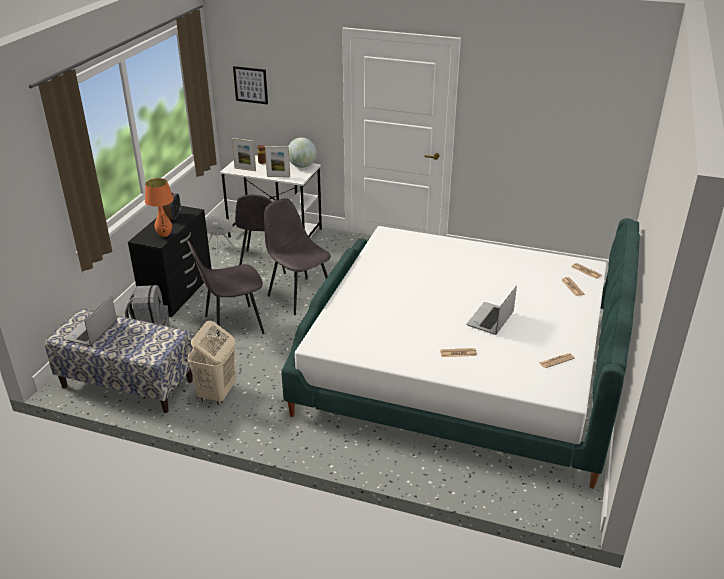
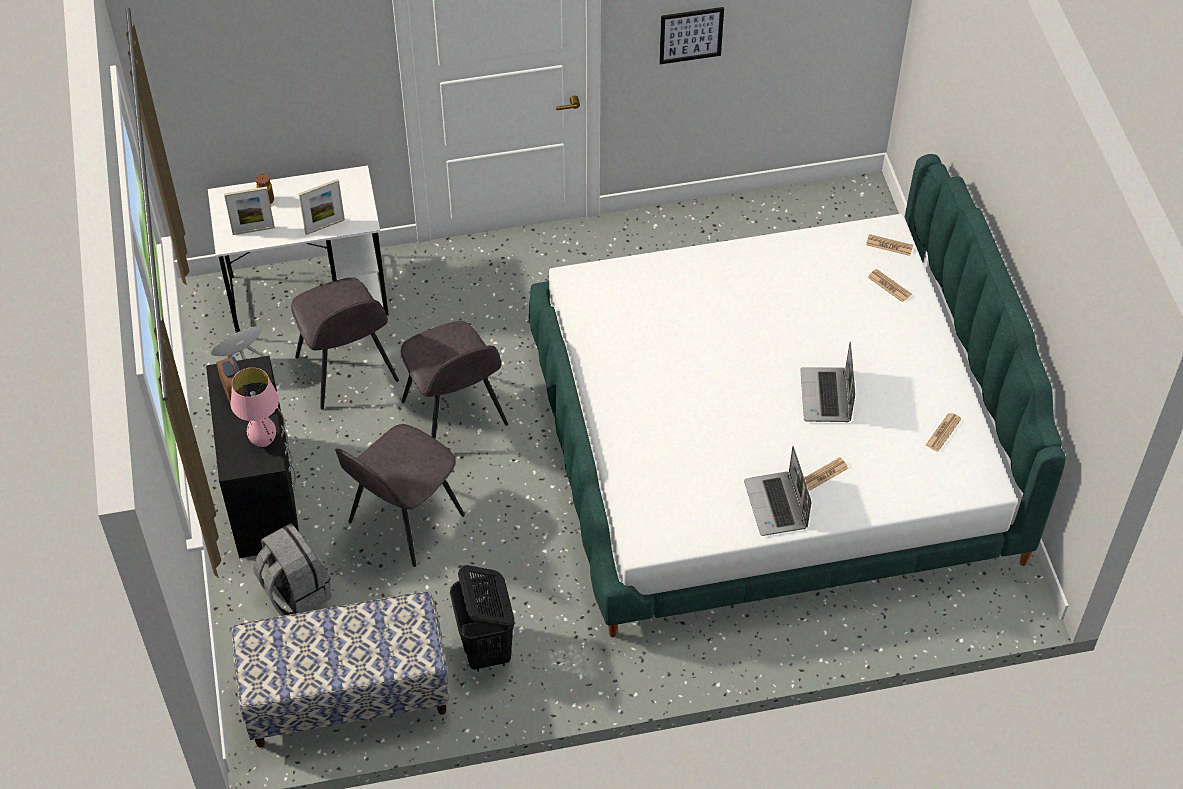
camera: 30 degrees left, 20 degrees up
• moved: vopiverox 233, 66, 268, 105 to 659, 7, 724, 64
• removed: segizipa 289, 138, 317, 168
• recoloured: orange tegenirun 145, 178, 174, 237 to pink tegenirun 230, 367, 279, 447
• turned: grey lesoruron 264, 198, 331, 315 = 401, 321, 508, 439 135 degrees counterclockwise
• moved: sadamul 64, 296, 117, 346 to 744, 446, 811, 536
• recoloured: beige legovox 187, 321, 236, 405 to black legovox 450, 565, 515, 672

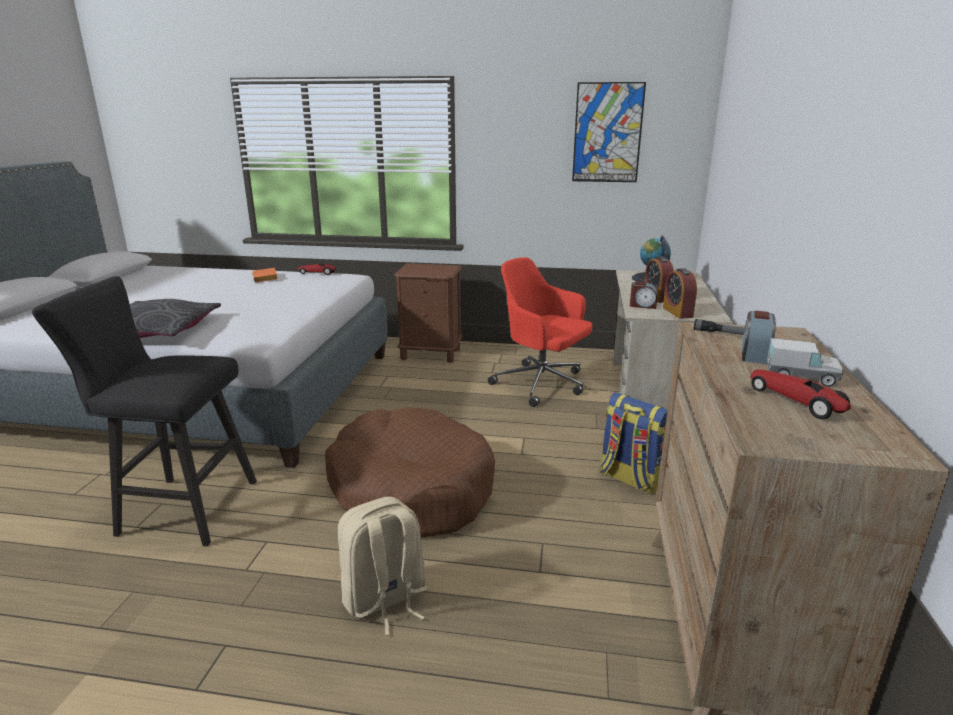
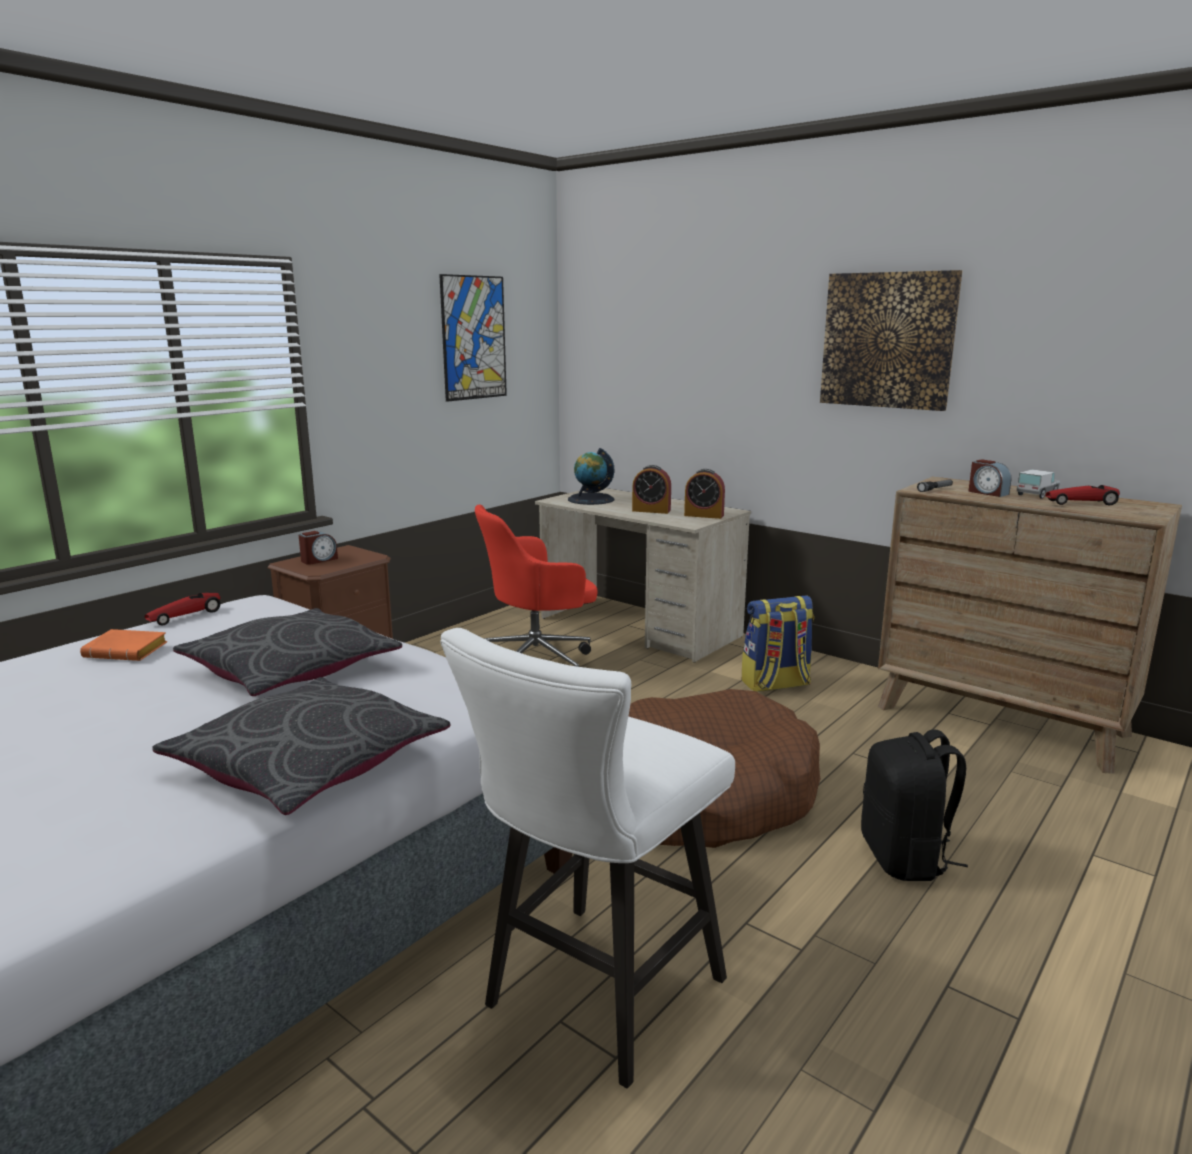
camera: 60 degrees left, 5 degrees down
• recoloured: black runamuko 32, 276, 257, 546 to white runamuko 440, 628, 735, 1088
• moved: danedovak 630, 282, 657, 309 to 299, 531, 338, 565
• recoloured: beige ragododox 338, 497, 427, 636 to black ragododox 861, 730, 968, 881
• added: vopiverox 820, 270, 962, 411
• added: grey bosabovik 173, 608, 402, 696

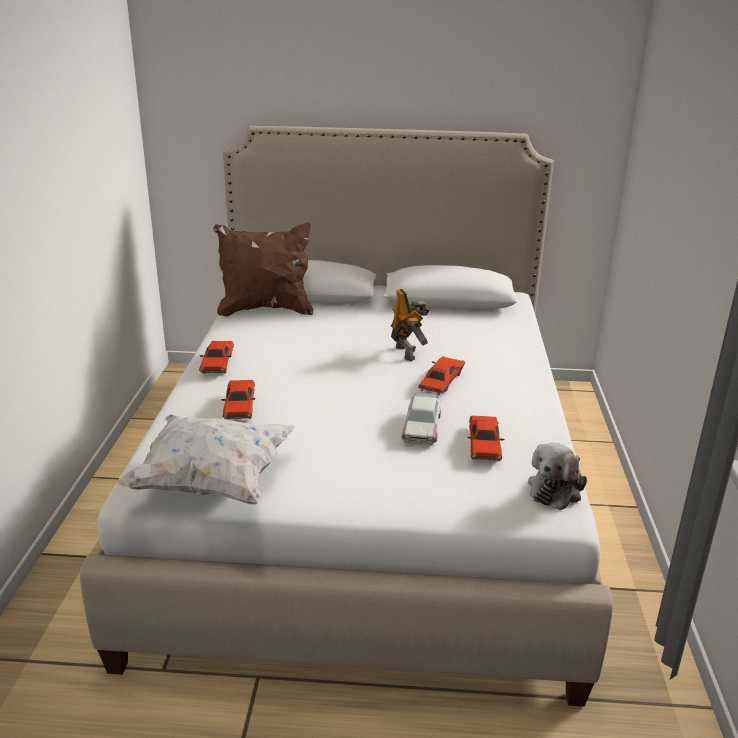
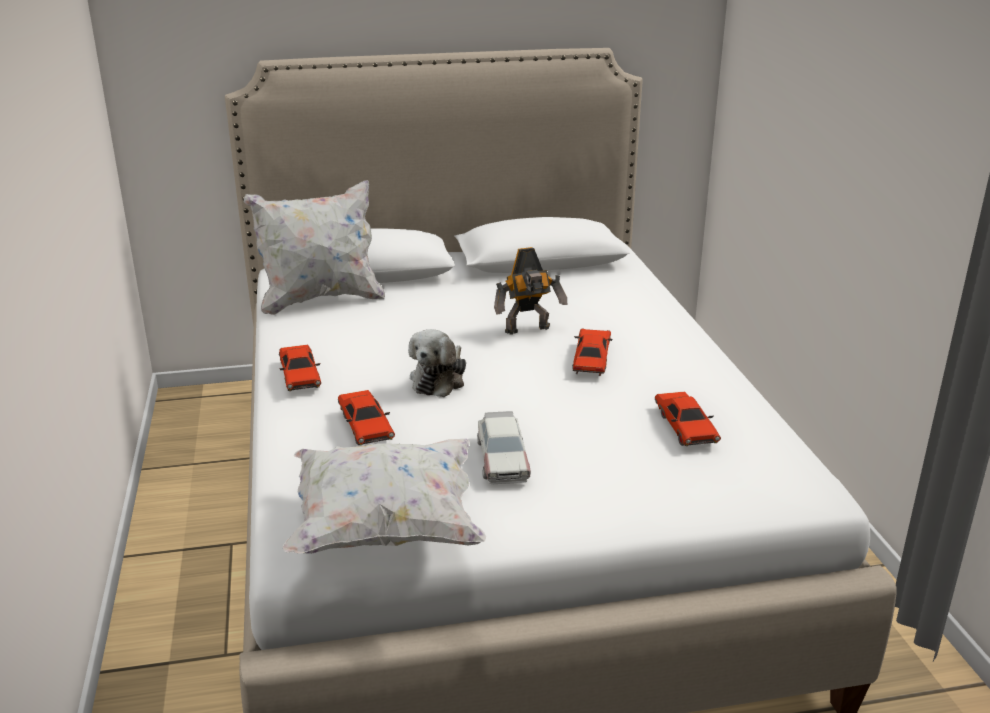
camera: 15 degrees left, 0 degrees up
• recoloured: brown bosabovik 213, 223, 313, 317 to white bosabovik 244, 180, 385, 315
• turned: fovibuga 391, 289, 429, 361 = 494, 247, 567, 335 105 degrees clockwise
• moved: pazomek 401, 392, 441, 446 to 477, 411, 531, 484
• moved: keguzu 528, 443, 587, 510 to 408, 329, 466, 397

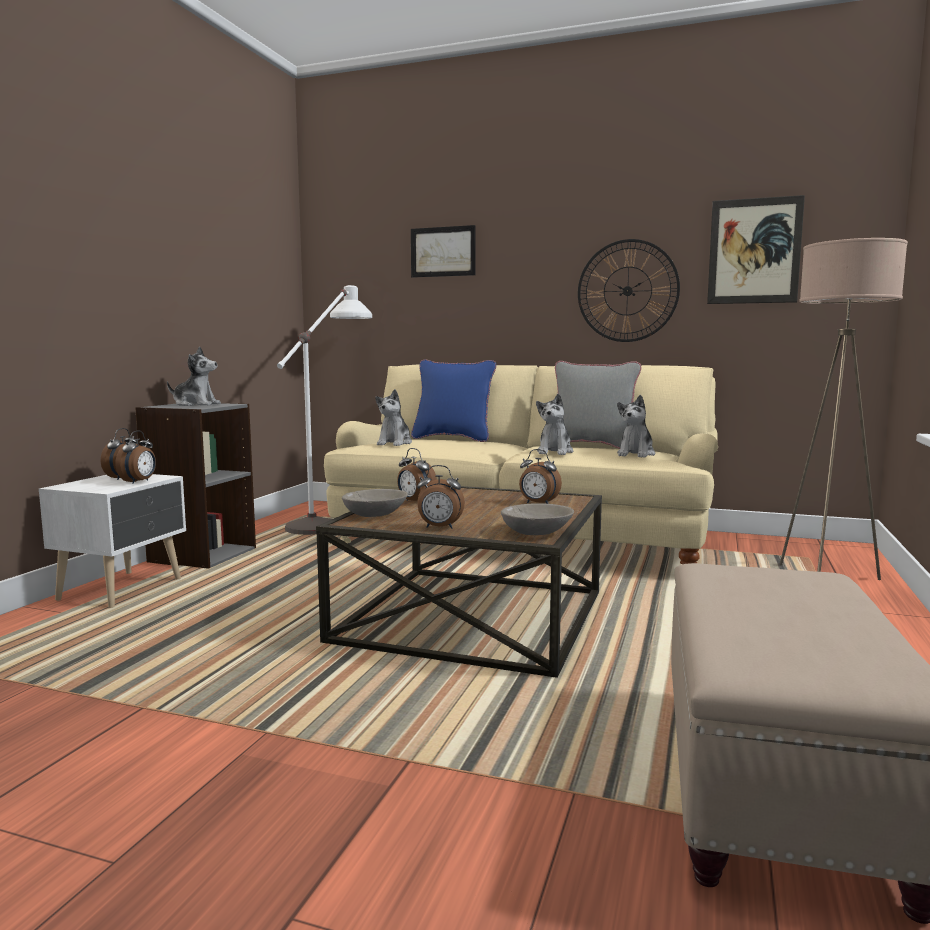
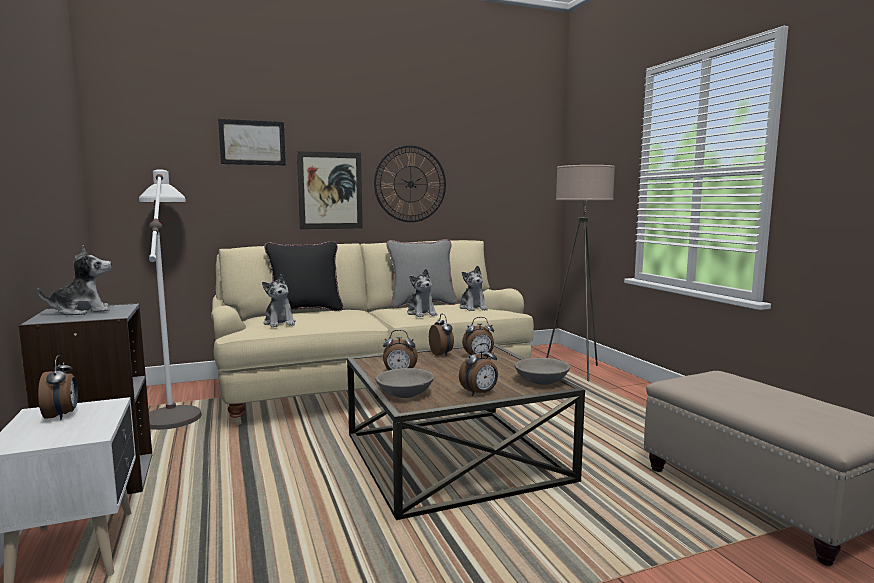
camera: 40 degrees left, 0 degrees up
• moved: vopiverox 707, 195, 805, 304 to 297, 151, 363, 229
• recoloured: blue bosabovik 411, 359, 497, 442 to black bosabovik 265, 241, 343, 311
• moved: danedovak 115, 431, 156, 484 to 429, 314, 454, 356

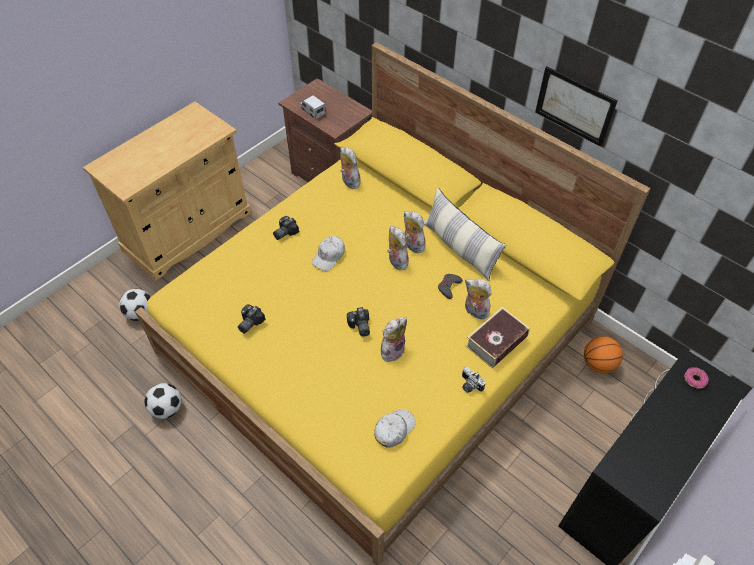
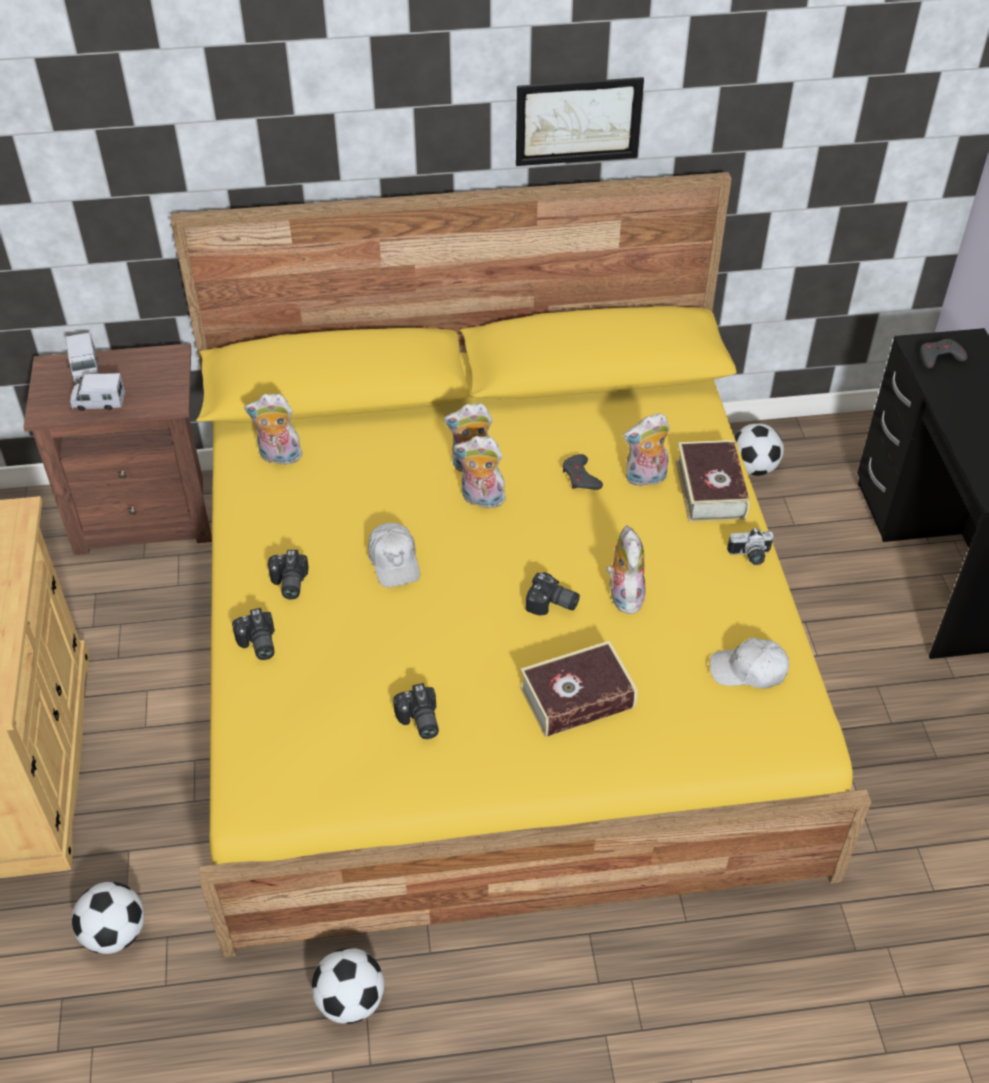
camera: 50 degrees left, 5 degrees down
• removed: bosabovik 424, 187, 506, 281
• replaced: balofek 584, 336, 623, 373 to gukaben 734, 423, 784, 476
• replaced: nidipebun 684, 367, 709, 389 to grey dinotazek 921, 339, 967, 368
• turned: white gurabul 374, 409, 416, 448 = 710, 638, 789, 688 75 degrees counterclockwise
• added: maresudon 66, 332, 99, 385
• added: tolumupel 232, 608, 275, 660
• added: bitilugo 520, 641, 637, 737

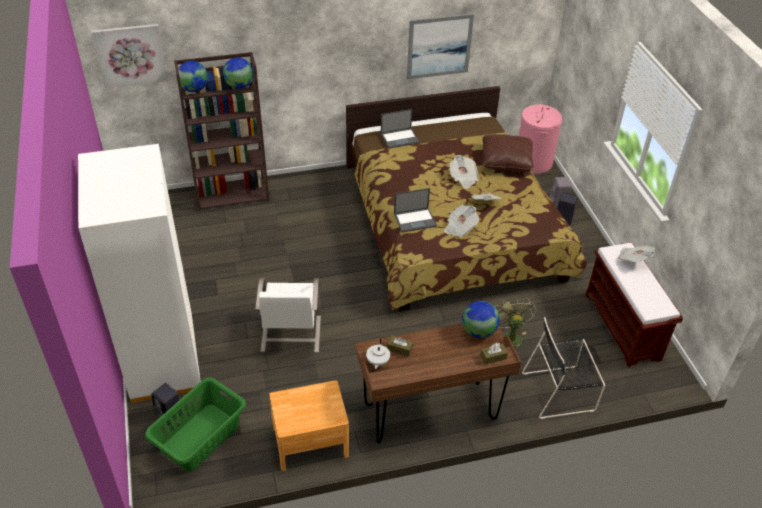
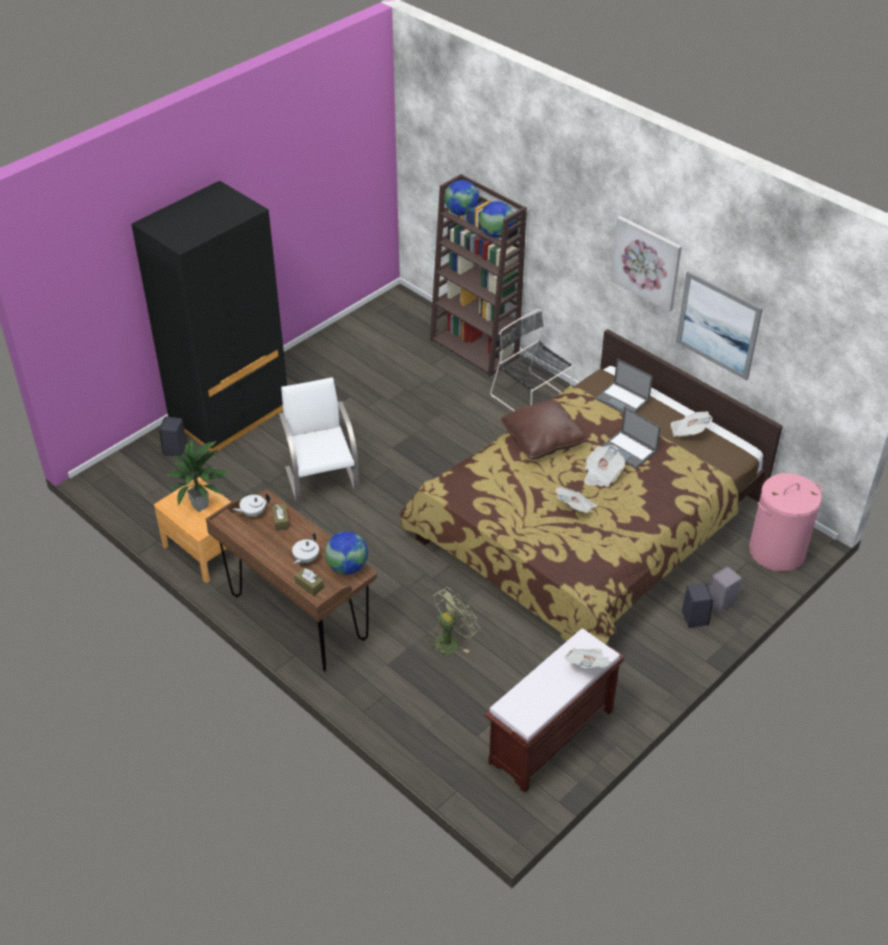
camera: 60 degrees right, 0 degrees up
• moved: vopiverox 92, 24, 168, 88 to 610, 216, 682, 312
• moved: brown bosabovik 482, 134, 534, 172 to 501, 400, 587, 459
• recoloured: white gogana 78, 144, 201, 403 to black gogana 131, 181, 287, 452
• moved: sadamul 394, 188, 437, 232 to 602, 407, 661, 469
• moved: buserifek 444, 205, 479, 238 to 671, 411, 712, 437
• turned: white lesoruron 255, 278, 321, 353 = 279, 377, 359, 503 105 degrees clockwise
• moved: black lesoruron 522, 317, 605, 419 to 490, 309, 574, 411
• removed: green legovox 145, 377, 246, 471
• added: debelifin 167, 439, 230, 512
• added: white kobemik 292, 533, 319, 563

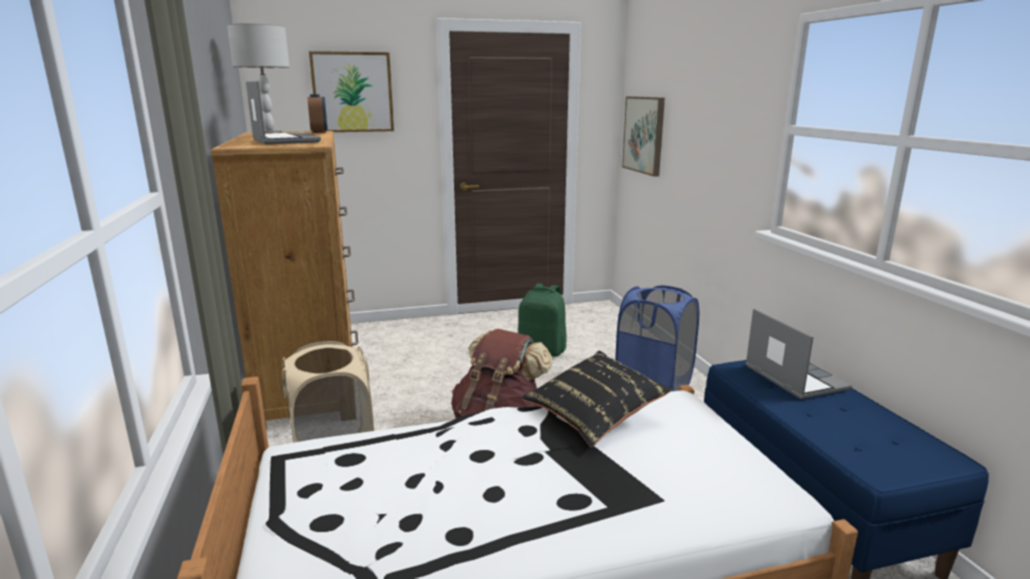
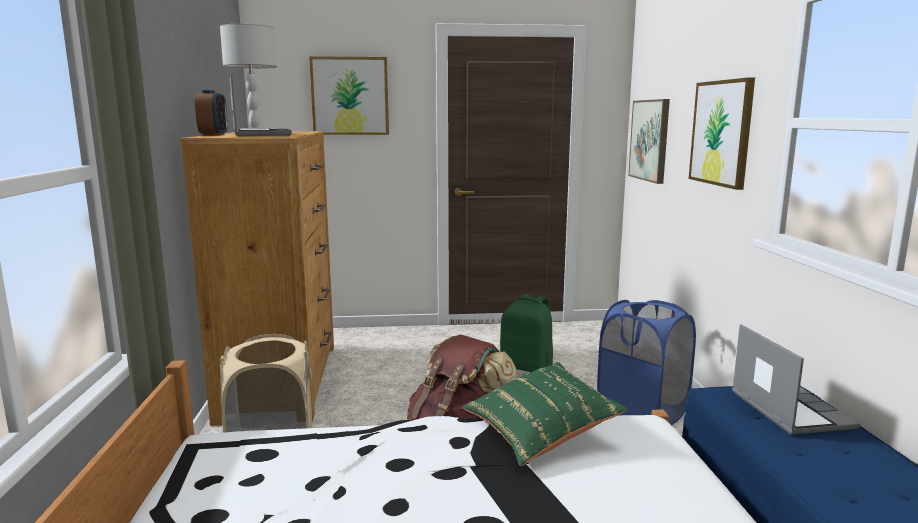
camera: 10 degrees right, 5 degrees down
• moved: danedovak 307, 94, 328, 133 to 195, 90, 228, 136
• recoloured: black bosabovik 521, 351, 672, 447 to green bosabovik 462, 362, 627, 466
• added: vopiverox 689, 77, 755, 190

